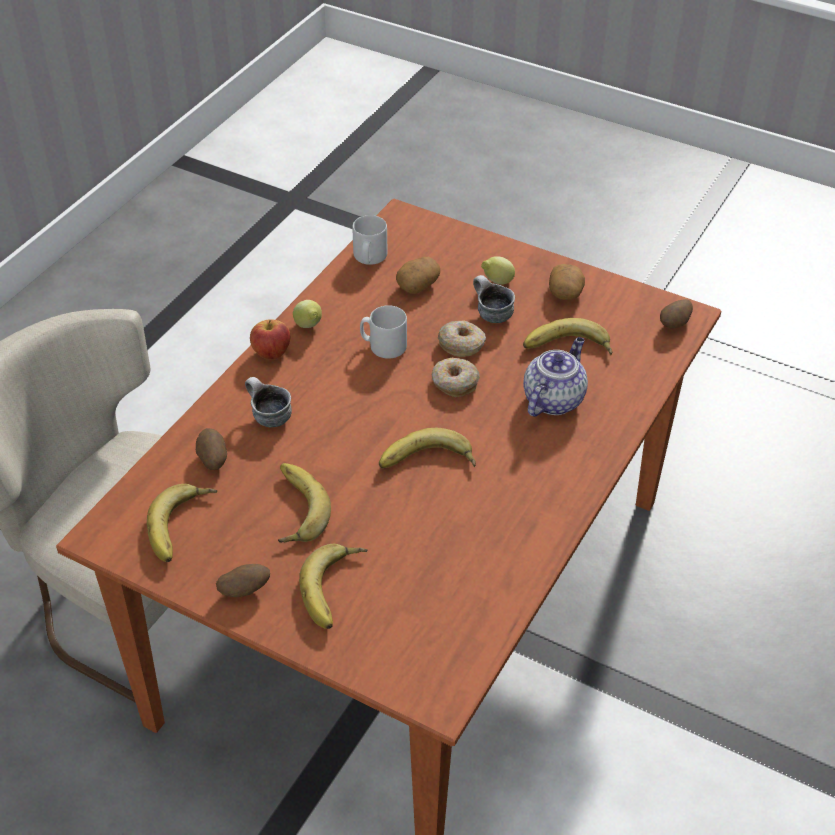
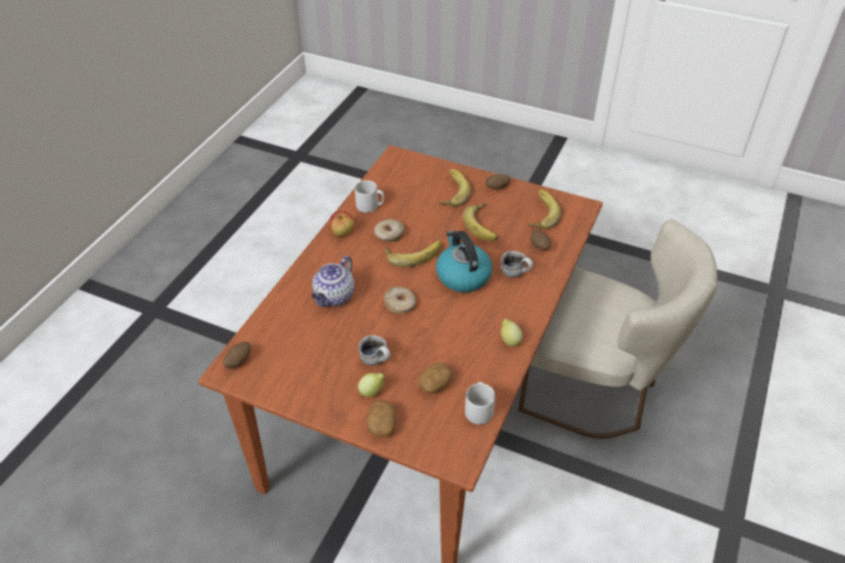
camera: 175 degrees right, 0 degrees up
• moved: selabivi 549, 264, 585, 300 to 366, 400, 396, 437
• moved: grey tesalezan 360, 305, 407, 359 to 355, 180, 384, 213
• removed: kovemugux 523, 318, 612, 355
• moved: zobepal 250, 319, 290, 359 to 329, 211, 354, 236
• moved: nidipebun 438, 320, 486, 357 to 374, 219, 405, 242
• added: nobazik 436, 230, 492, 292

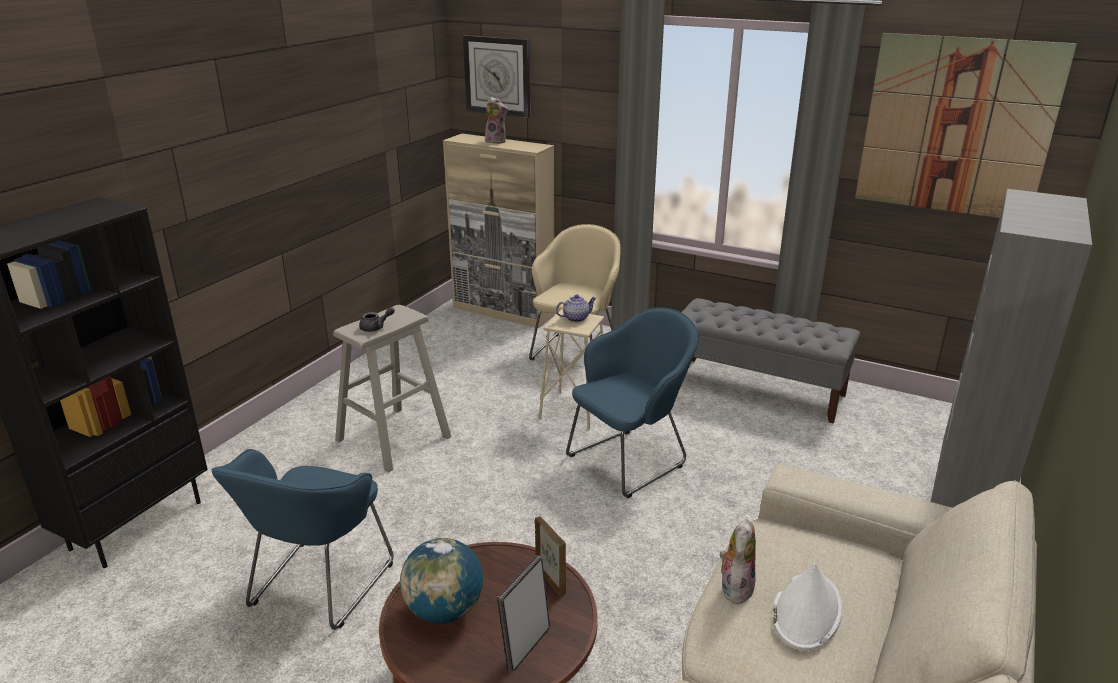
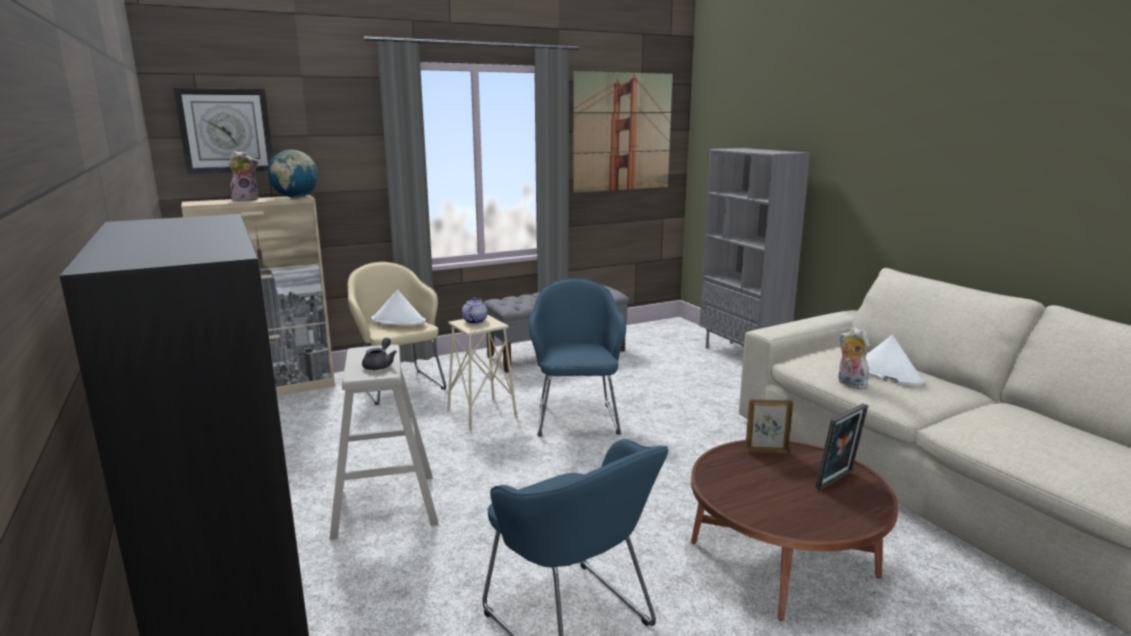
camera: 55 degrees left, 10 degrees down
• moved: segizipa 400, 538, 483, 624 to 268, 150, 318, 198
• turned: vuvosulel 497, 555, 550, 673 = 815, 403, 868, 490 105 degrees counterclockwise
• added: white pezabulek 371, 290, 426, 325

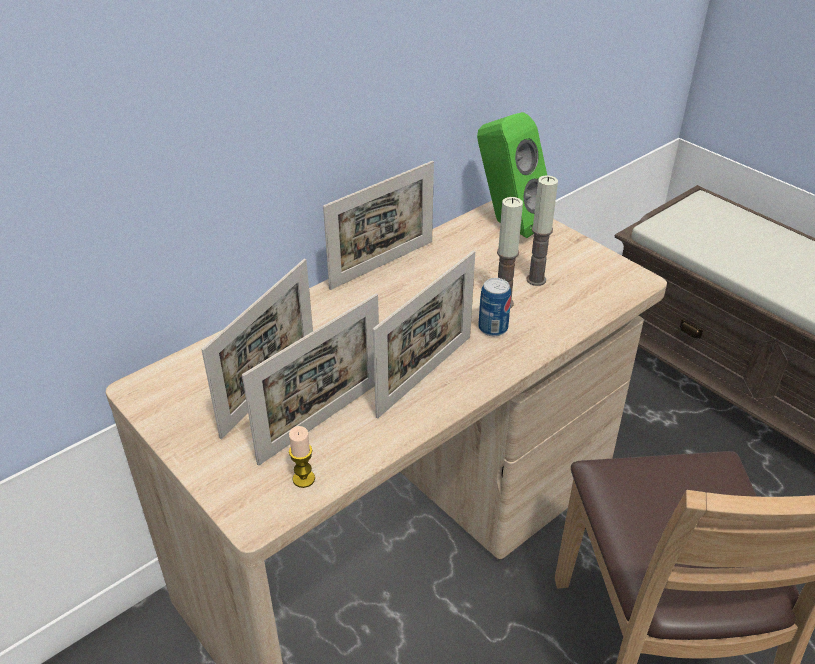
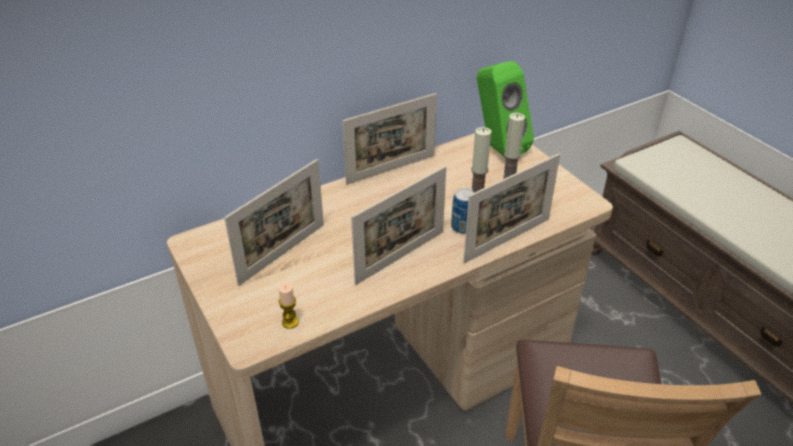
camera: 10 degrees right, 0 degrees up
• moved: vuvosulel 242, 293, 379, 466 to 463, 154, 560, 263

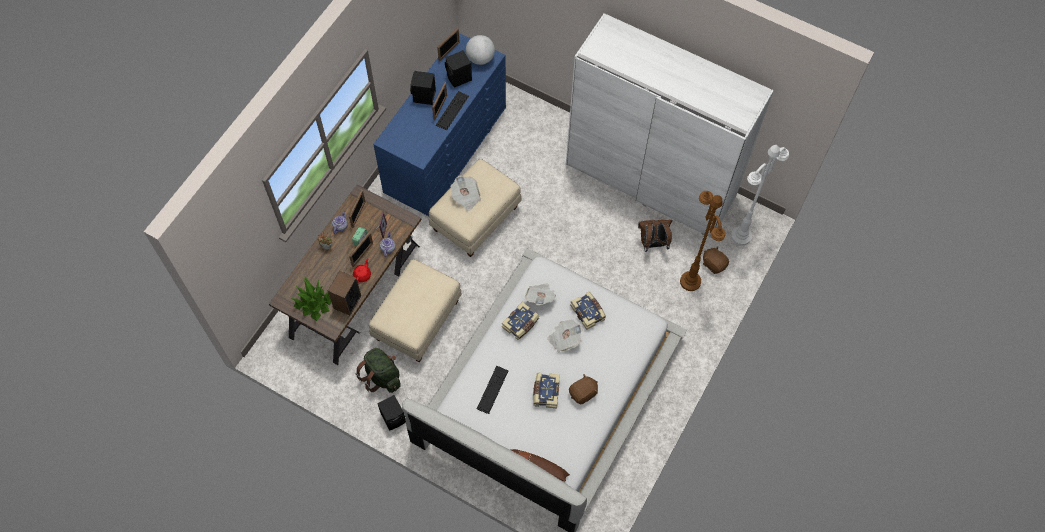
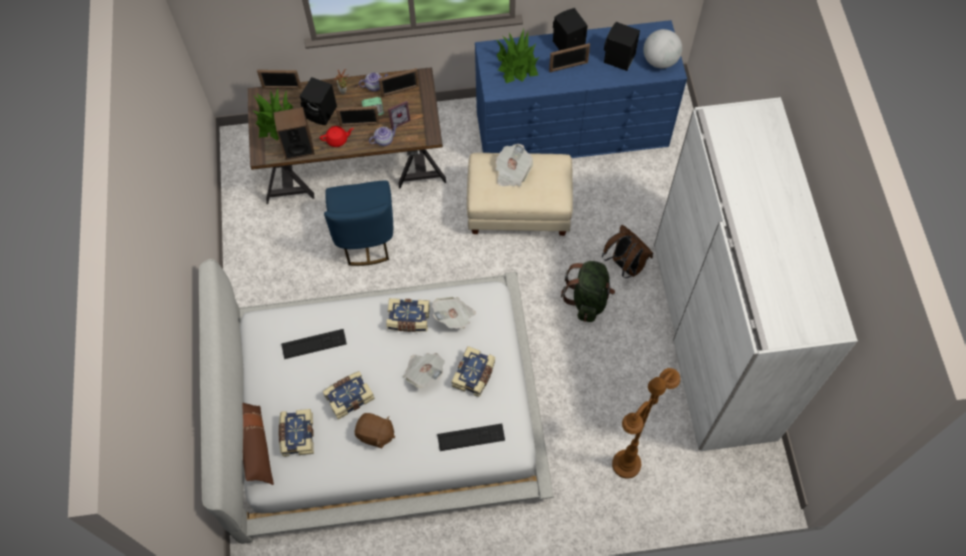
camera: 55 degrees right, 0 degrees up
• moved: vuvosulel 437, 28, 459, 61 to 257, 70, 302, 89
• moved: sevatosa 436, 91, 469, 130 to 437, 423, 505, 451
• removed: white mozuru 731, 145, 789, 245
• moved: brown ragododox 638, 220, 672, 252 to 602, 225, 653, 278
• removed: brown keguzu 703, 247, 729, 274
• replaced: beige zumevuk 369, 259, 462, 362 to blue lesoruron 324, 180, 393, 266
• moved: green ragododox 356, 348, 401, 393 to 561, 261, 615, 322
• moved: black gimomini 377, 395, 406, 431 to 300, 77, 337, 125
• added: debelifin 496, 29, 539, 83
• added: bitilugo 279, 409, 314, 457

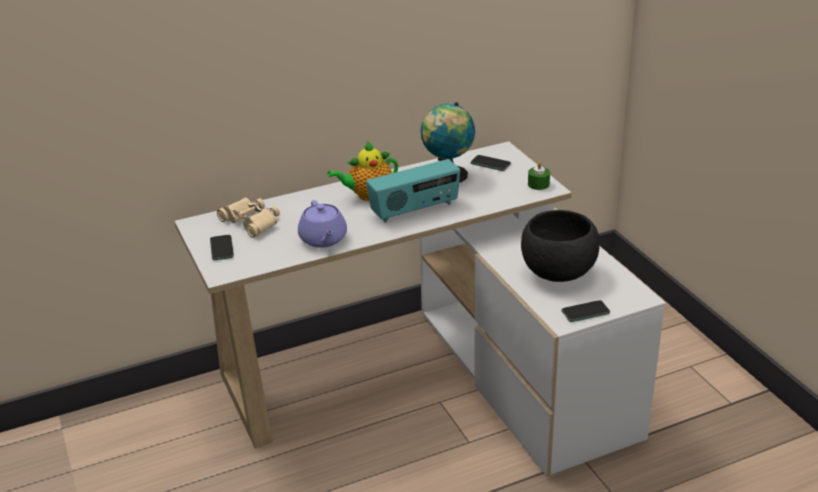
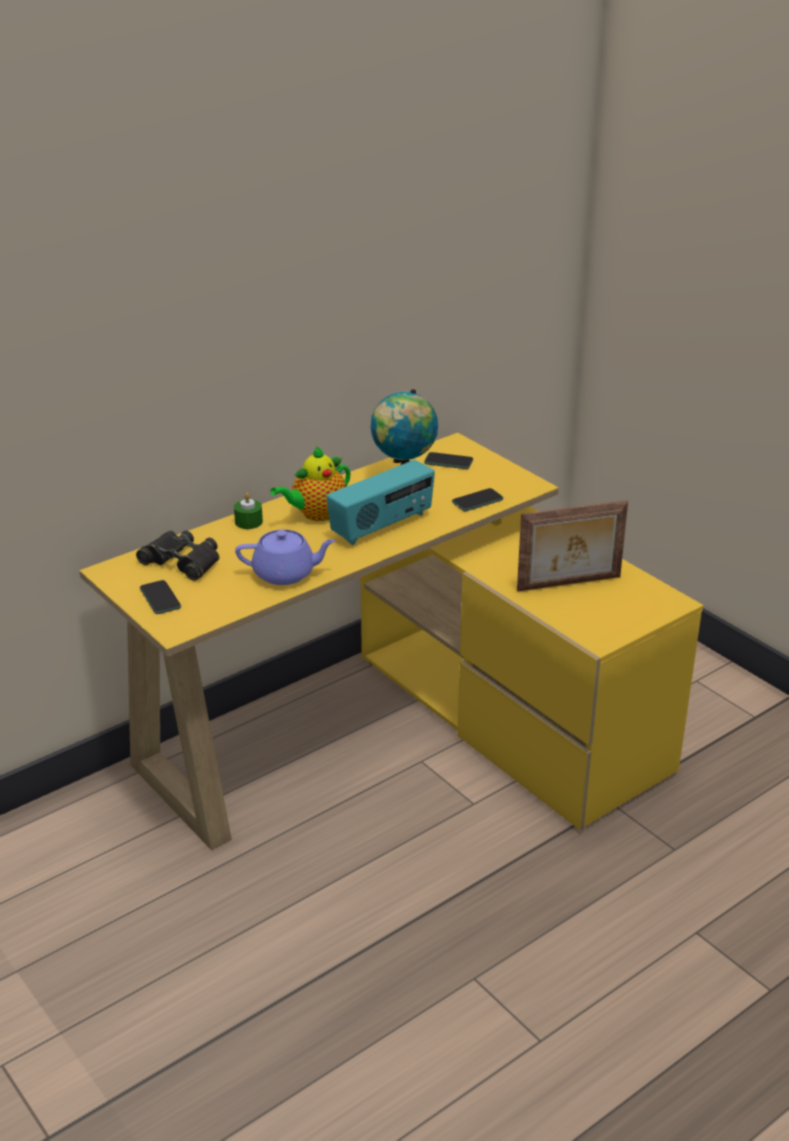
camera: 15 degrees left, 0 degrees up
• recoloured: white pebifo 174, 141, 666, 477 to yellow pebifo 79, 433, 703, 850
• moved: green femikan 528, 161, 550, 190 to 234, 493, 263, 529
• recoloured: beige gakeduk 217, 197, 280, 238 to black gakeduk 136, 530, 219, 581
• turned: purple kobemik 298, 200, 347, 248 = 235, 530, 336, 585 60 degrees counterclockwise
• replaced: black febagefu 521, 210, 600, 282 to vuvosulel 517, 500, 628, 591
• moved: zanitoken 561, 300, 610, 322 to 452, 488, 503, 511

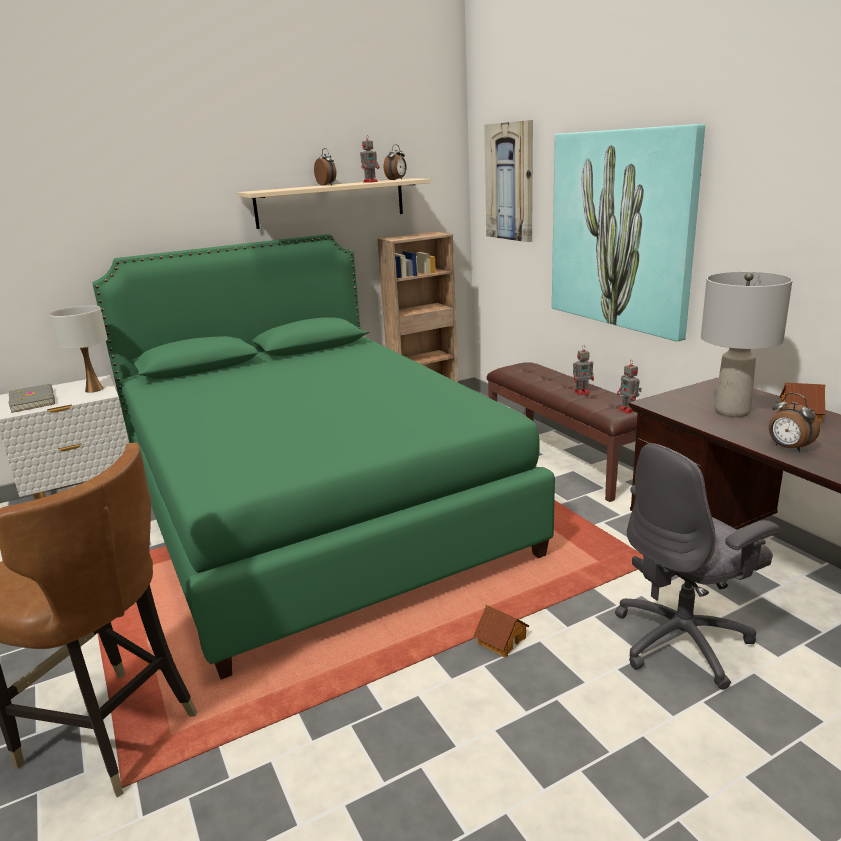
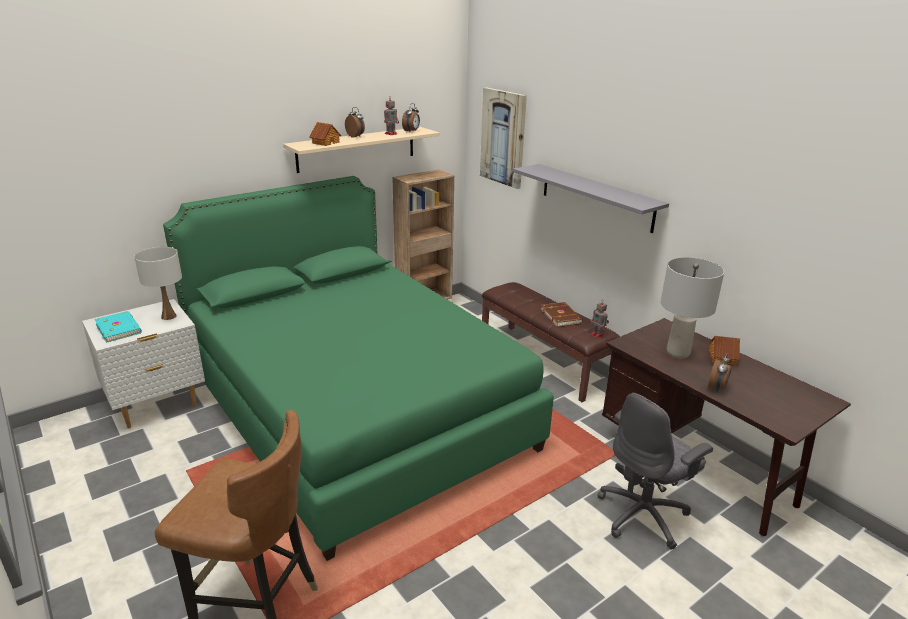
camera: 10 degrees left, 5 degrees up
• replaced: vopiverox 552, 124, 705, 342 to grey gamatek 513, 164, 669, 233
• replaced: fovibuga 573, 345, 594, 395 to brown bitilugo 540, 302, 583, 327
• recoloured: grey bitilugo 9, 384, 55, 413 to turquoise bitilugo 94, 311, 142, 343
• turned: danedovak 769, 393, 820, 452 = 708, 353, 731, 391 105 degrees counterclockwise
• moved: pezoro 474, 605, 529, 657 to 310, 122, 341, 146

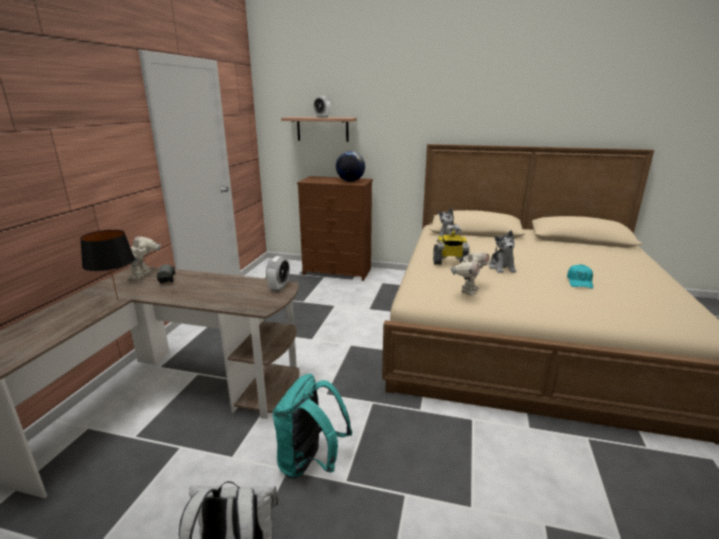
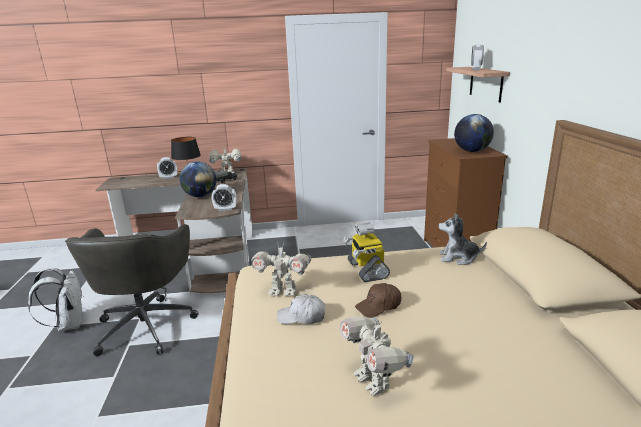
camera: 70 degrees right, 0 degrees up
• replaced: keguzu 489, 230, 516, 273 to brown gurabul 355, 283, 401, 318
• replaced: turquoise gurabul 567, 264, 593, 289 to fovibuga 340, 316, 414, 396
• replaced: turquoise ragododox 273, 374, 352, 479 to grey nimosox 65, 224, 199, 356
• added: danedovak 157, 157, 177, 179
• added: segizipa 180, 162, 217, 197
• added: white gurabul 277, 294, 325, 324

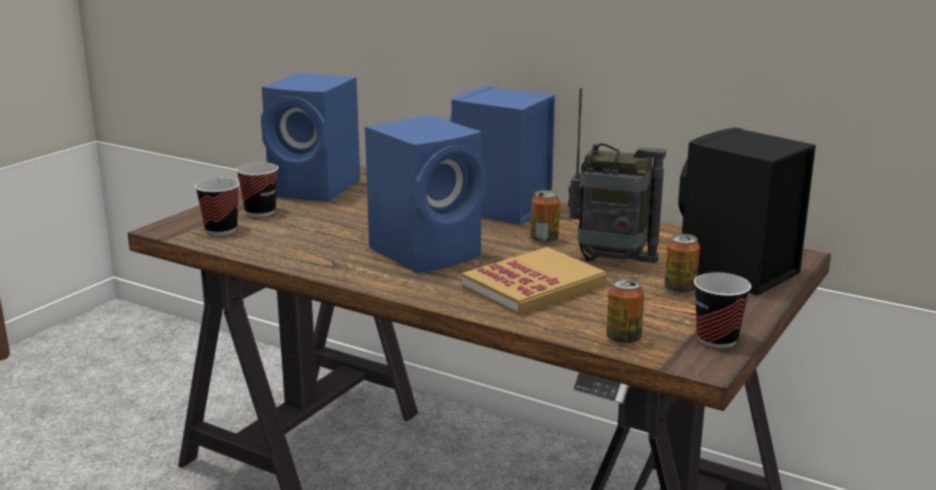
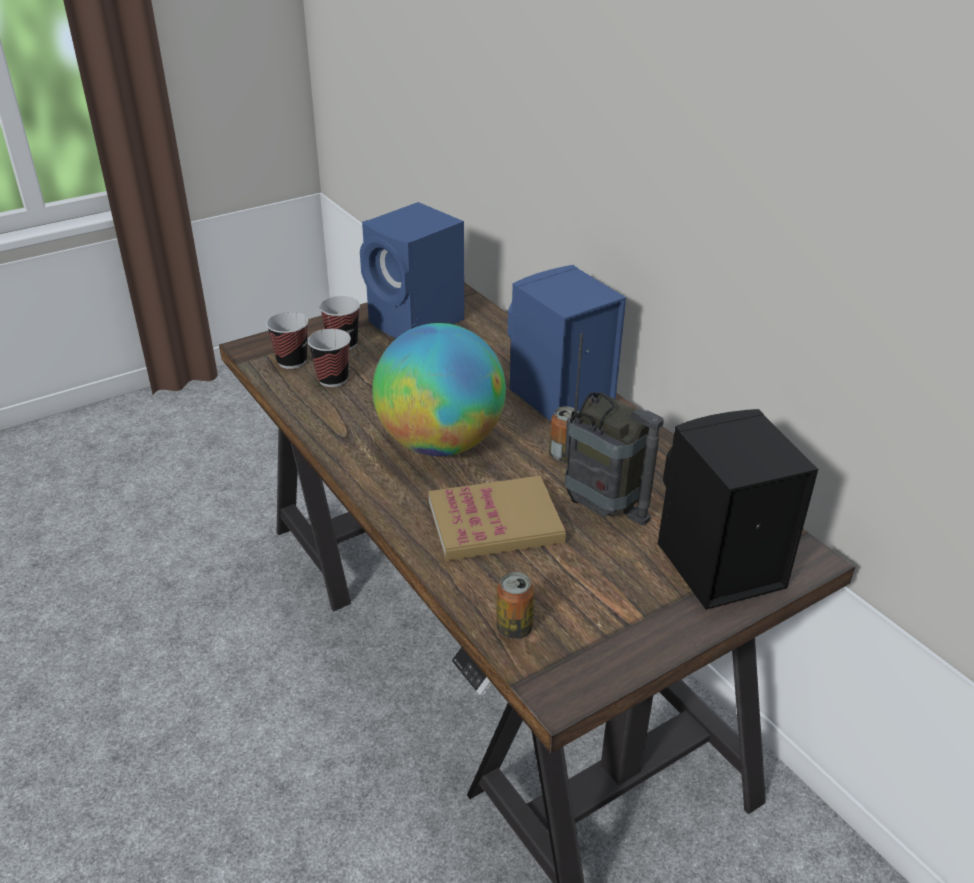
camera: 25 degrees right, 15 degrees up
• replaced: blue gimomini 365, 115, 486, 274 to segizipa 373, 323, 506, 456
• removed: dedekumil 664, 234, 700, 294
• moved: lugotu 694, 273, 751, 348 to 308, 329, 351, 387

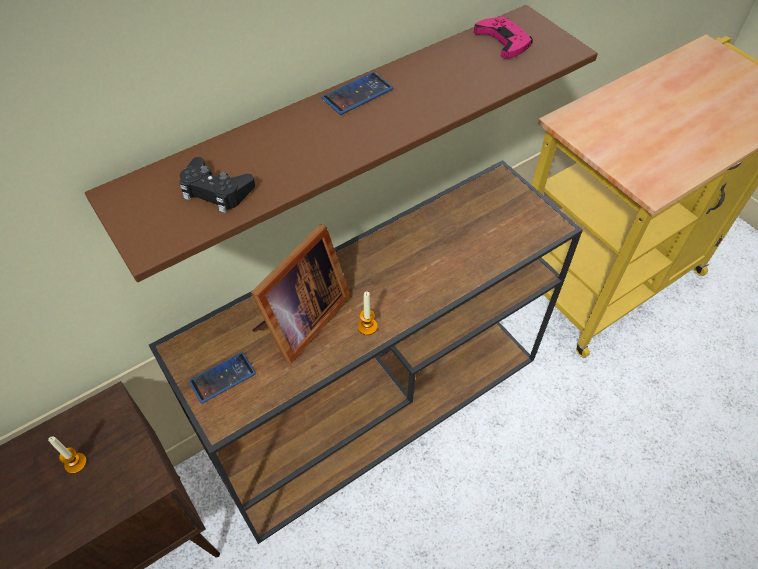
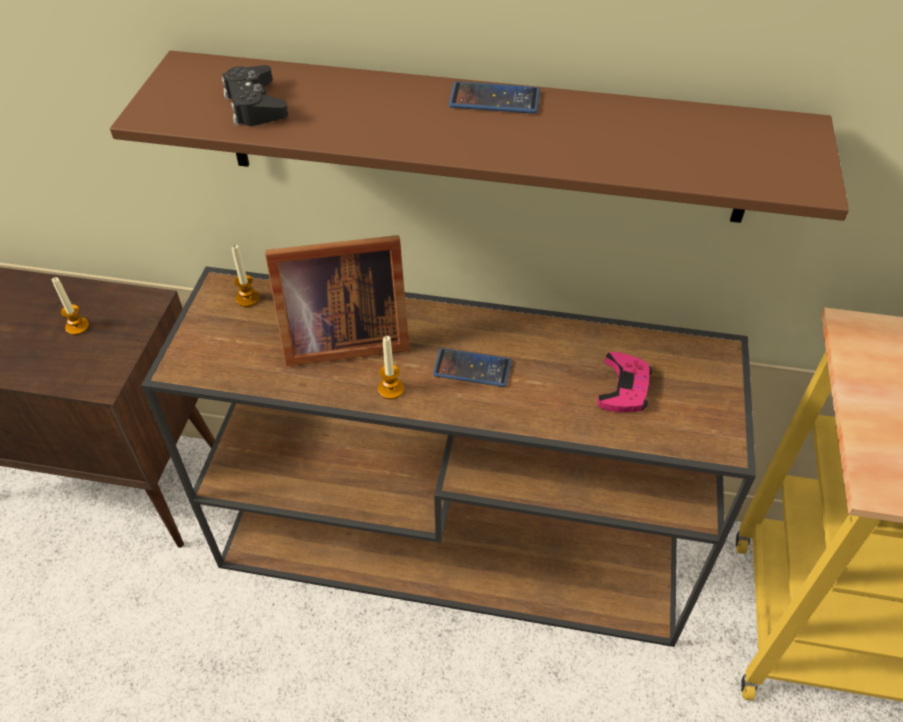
camera: 45 degrees right, 5 degrees down
• moved: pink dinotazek 474, 17, 533, 59 to 597, 352, 652, 412
• moved: zanitoken 189, 352, 256, 403 to 433, 348, 511, 387
• added: femikan 231, 245, 260, 307

